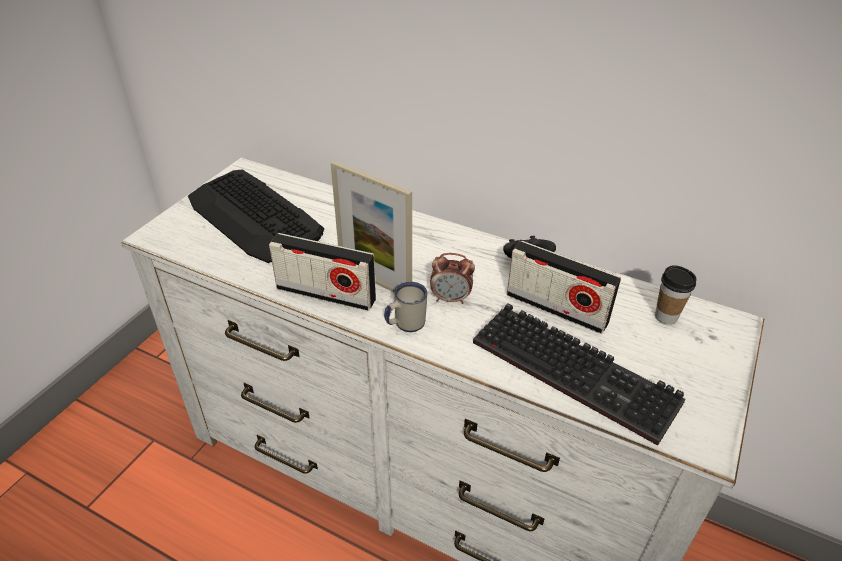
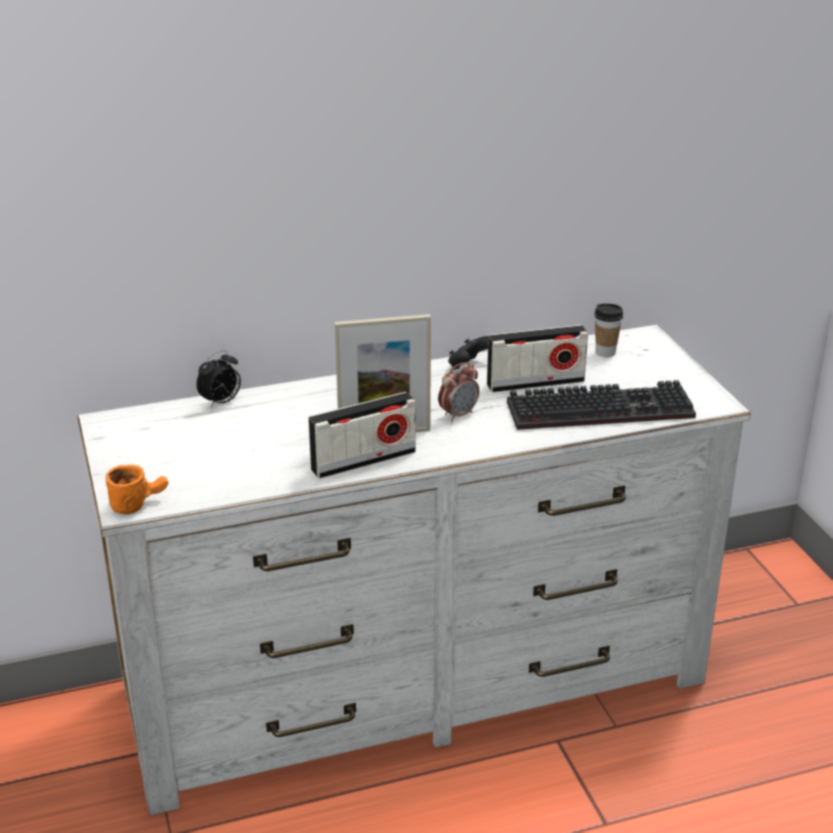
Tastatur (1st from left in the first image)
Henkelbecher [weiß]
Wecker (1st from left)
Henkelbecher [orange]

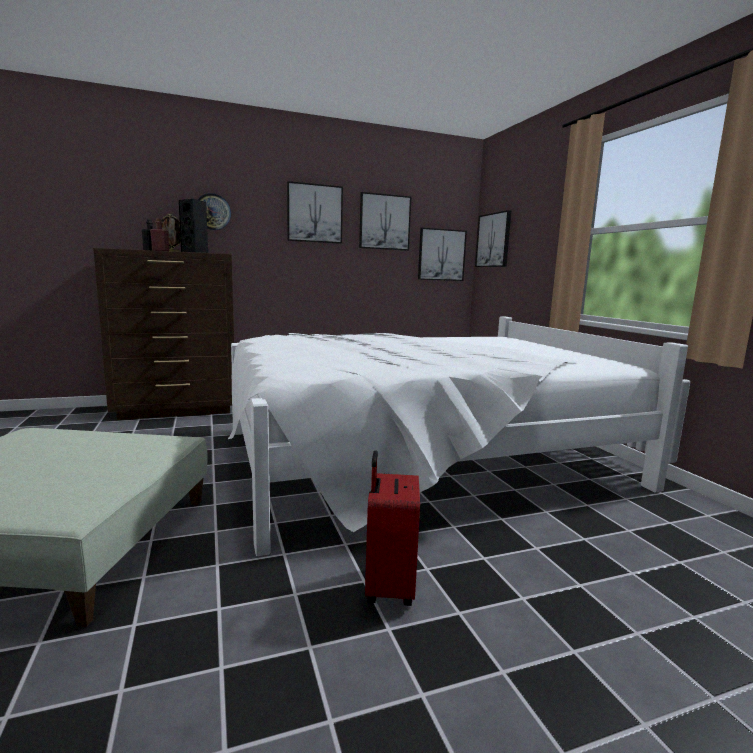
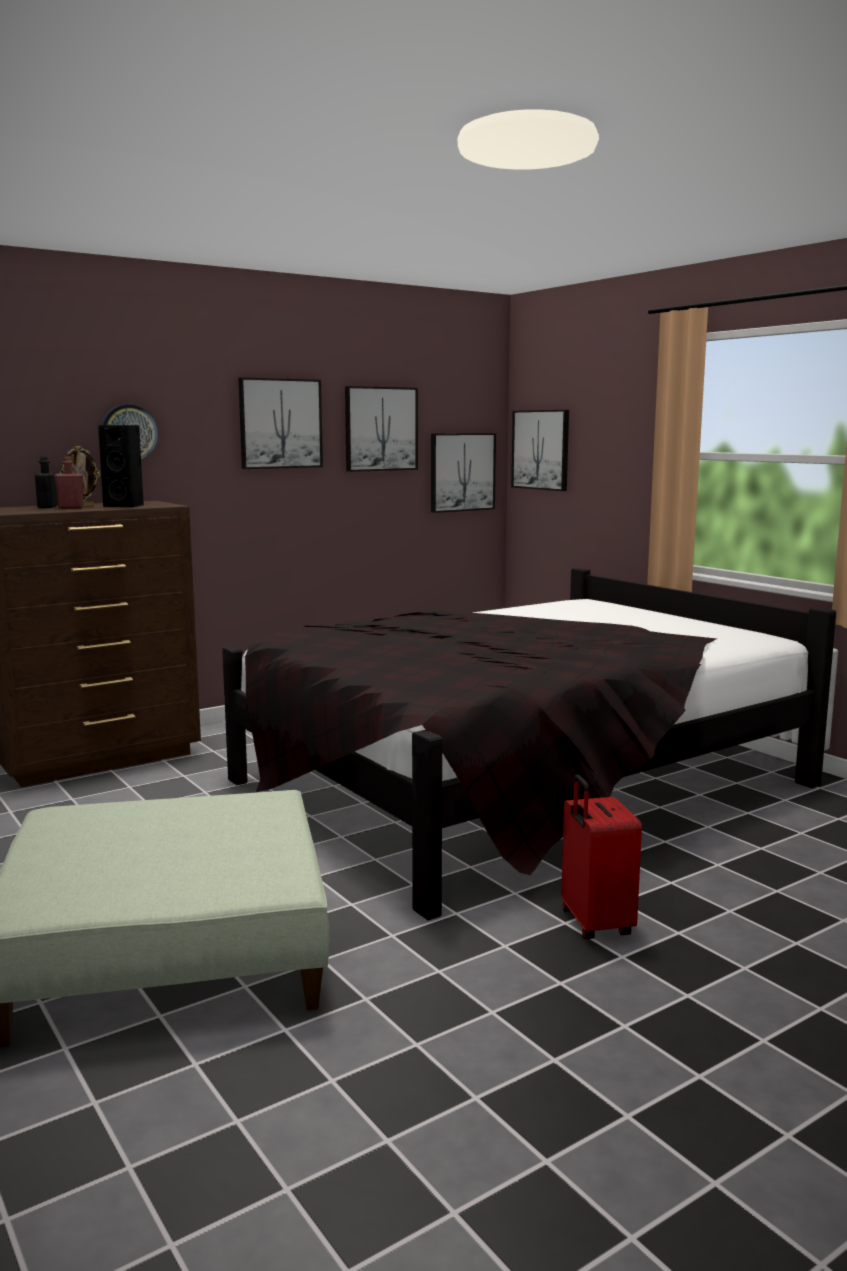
Bett [schwarz]

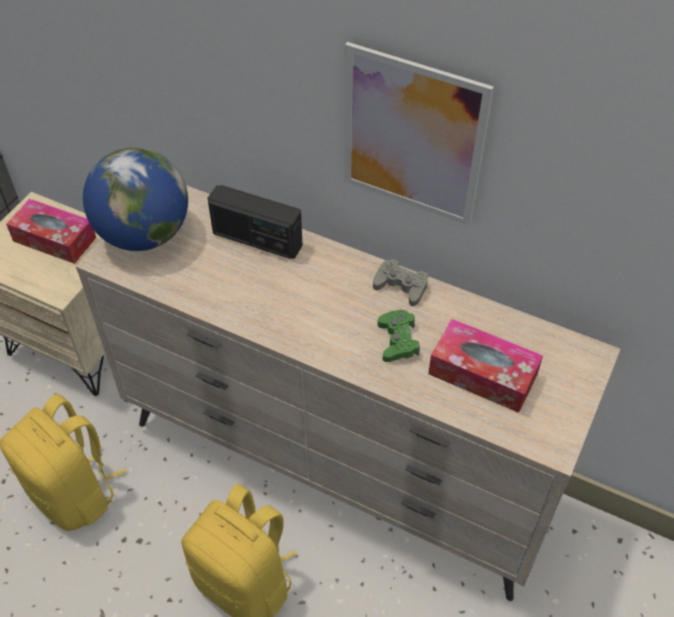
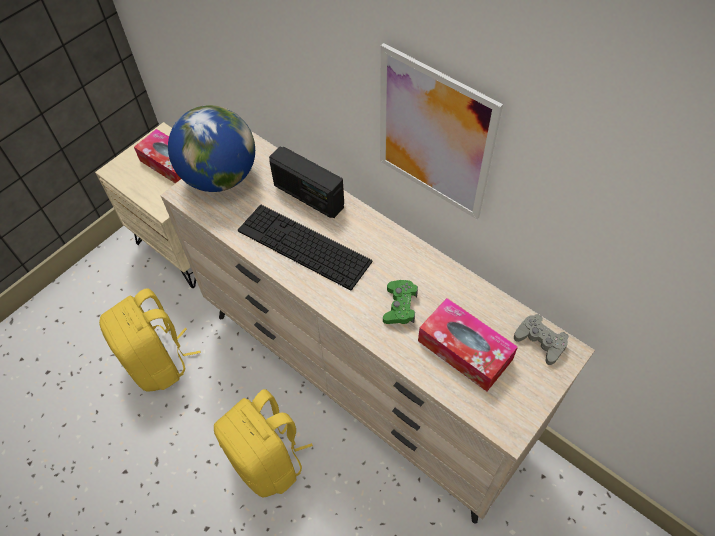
Gamepad [grau]
Tastatur

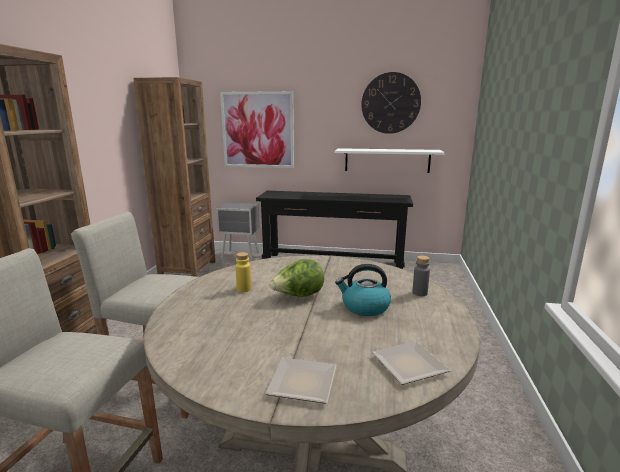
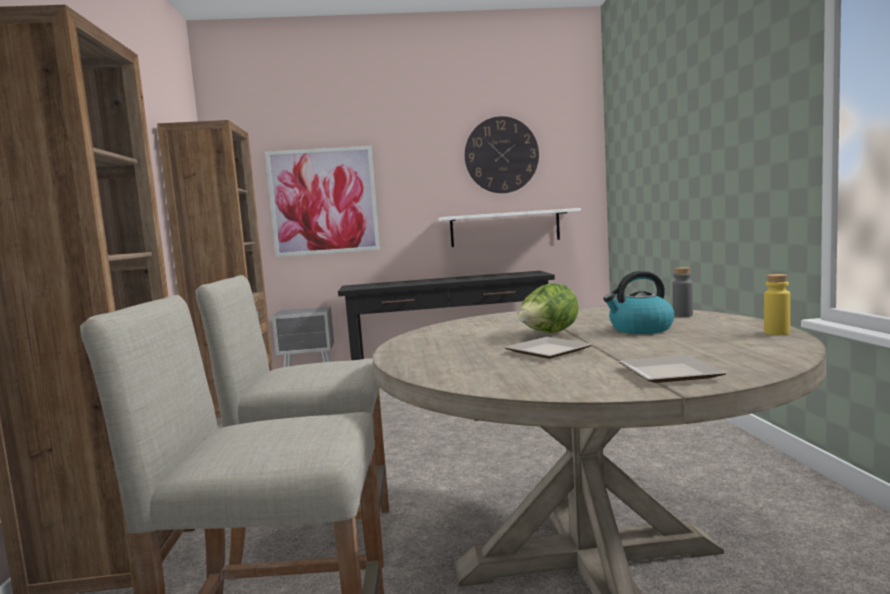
Flasche [gelb]
Teller (1st from left)

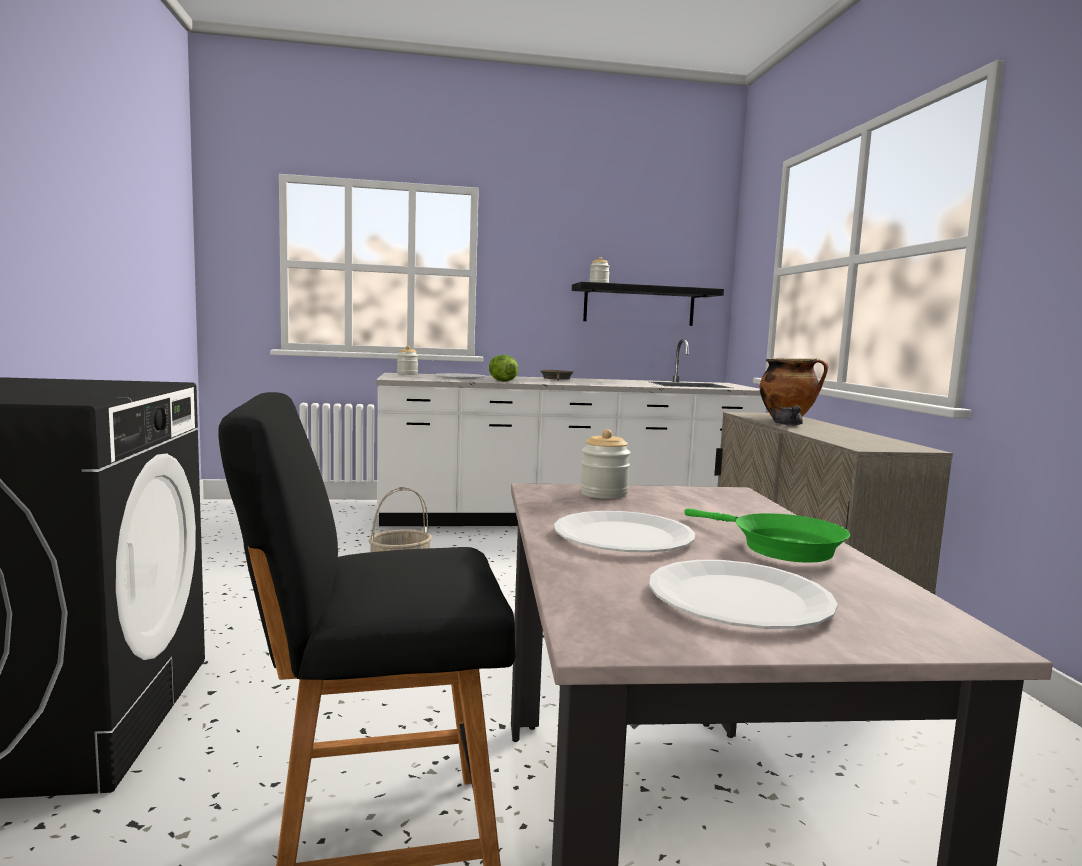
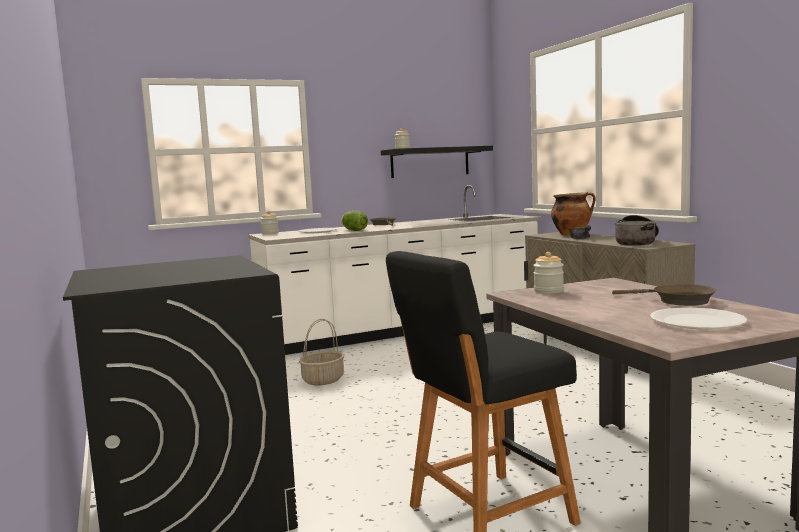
Pfanne [braun] (2nd from left)
Teller [weiß] (2nd from left in the first image)
Kochtopf (2nd from left)

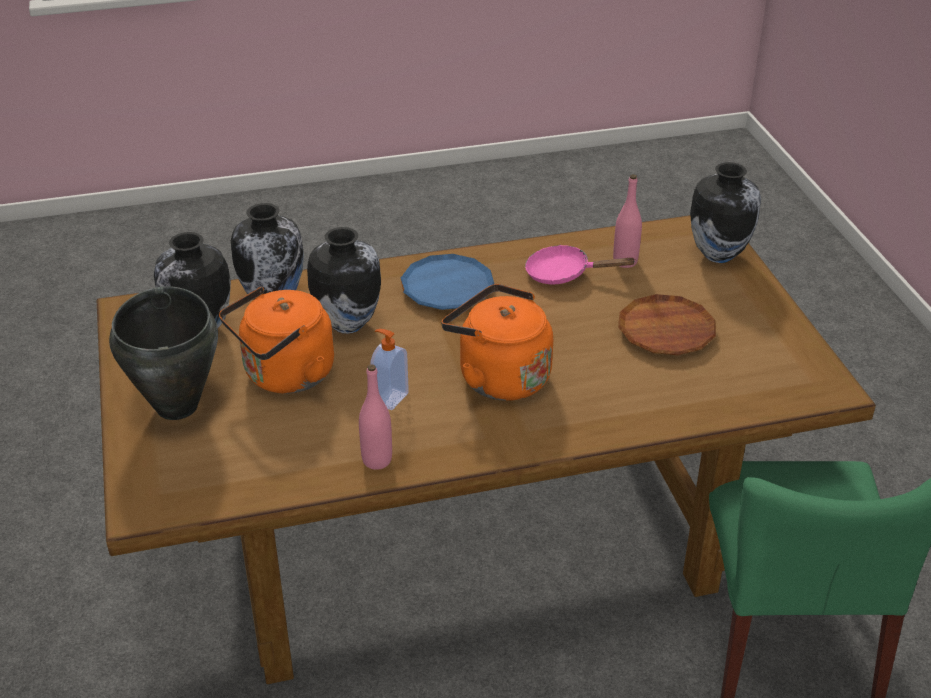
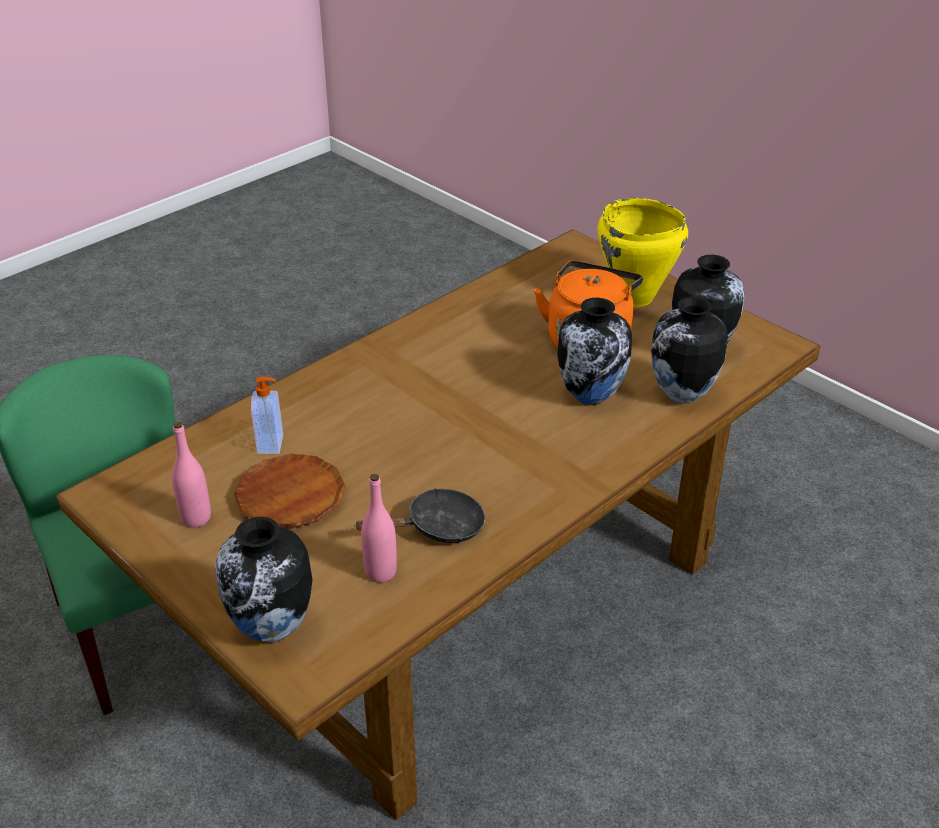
Pfanne [schwarz]
Teller [blau]
Wasserkessel [orange] (2nd from left in the first image)
Kochtopf [gelb]
Seifenspender
Flasche [rosa] (1st from left)

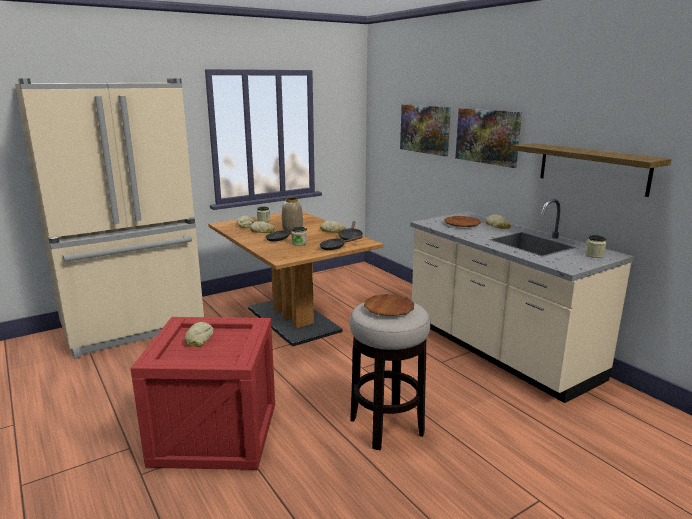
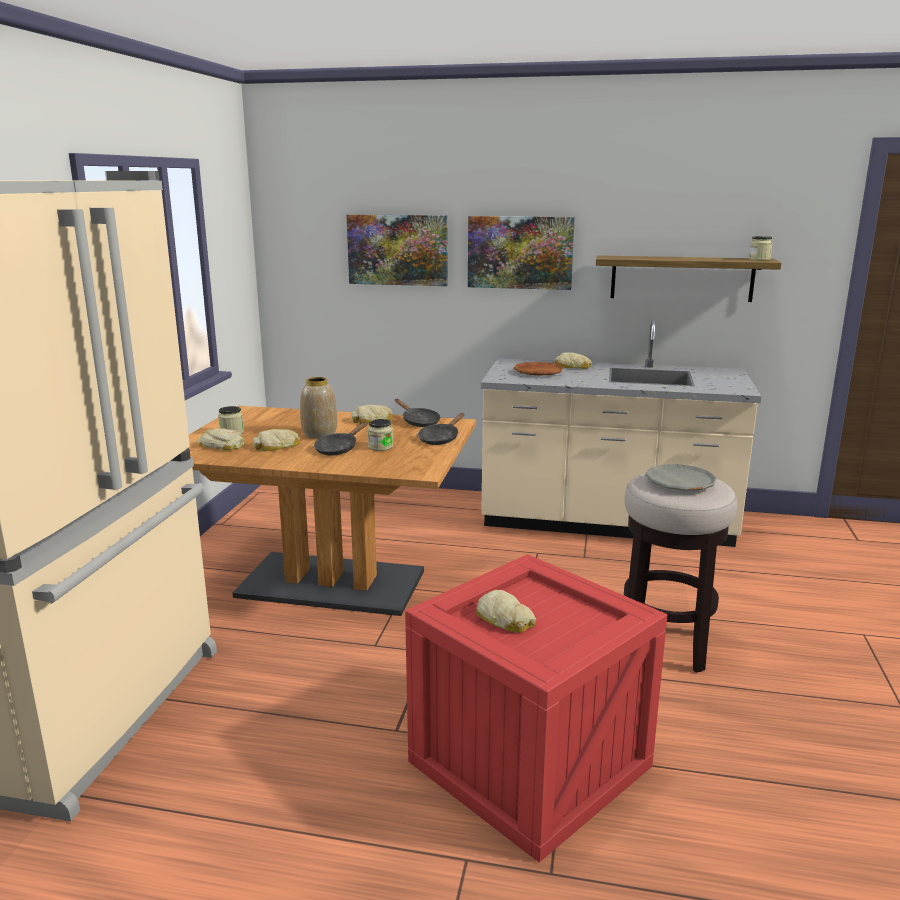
Vorratsglas (3rd from left)
Teller [grau]

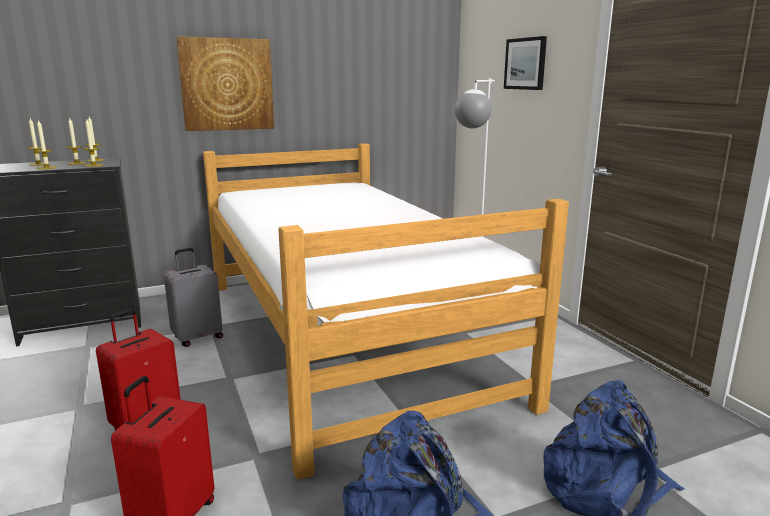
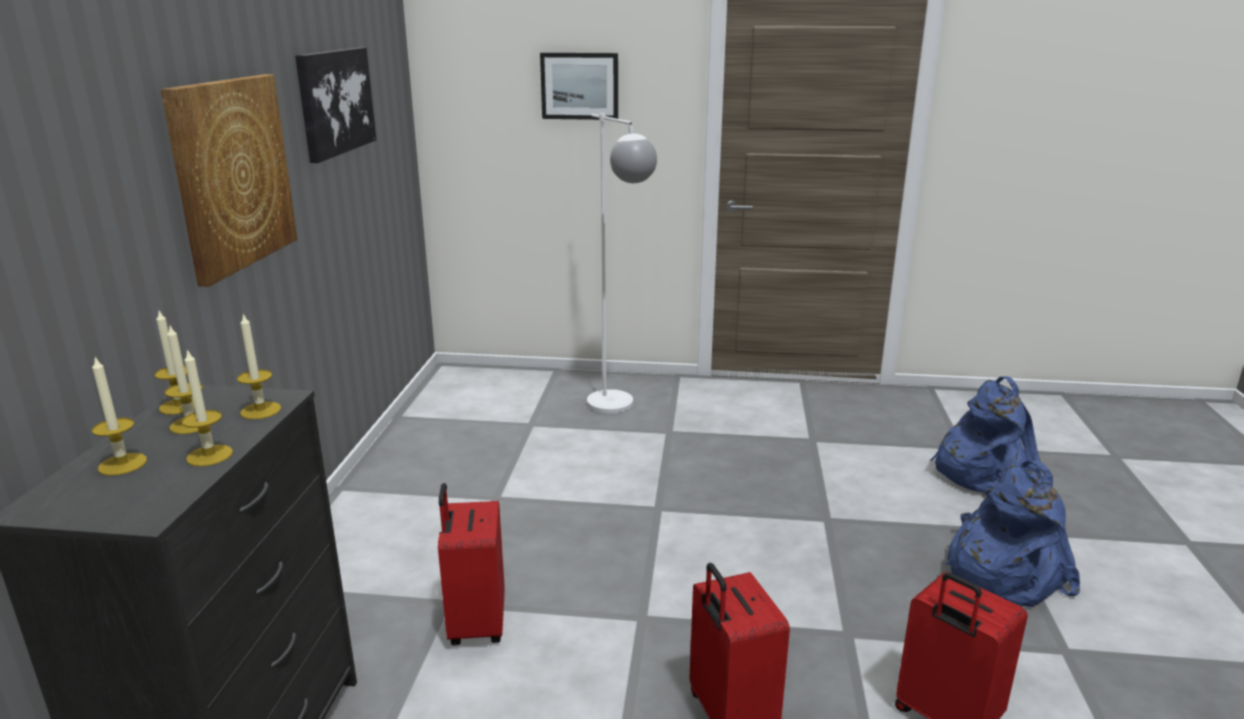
Bett
Koffer [rot] (1st from left)
Bild (2nd from left)

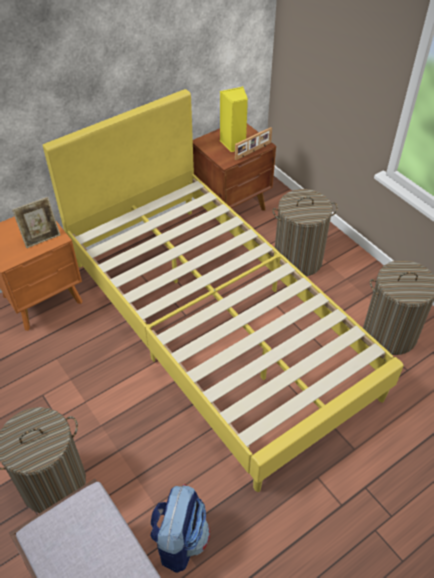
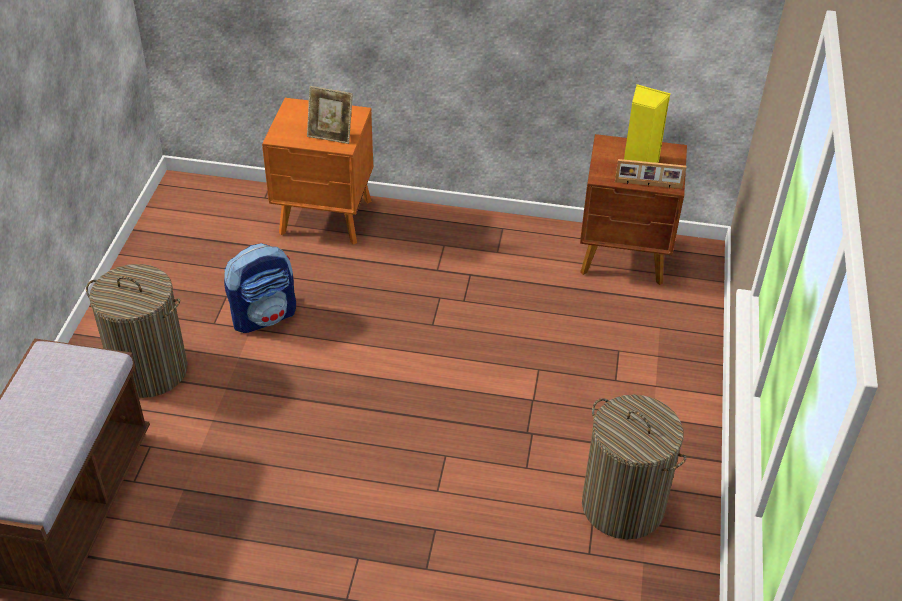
Bett [gelb]
Wäschekorb (2nd from left in the first image)
Rucksack

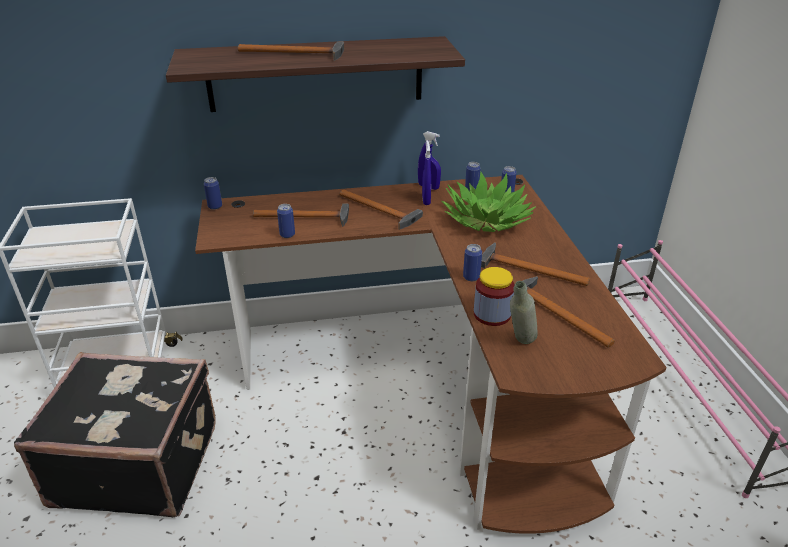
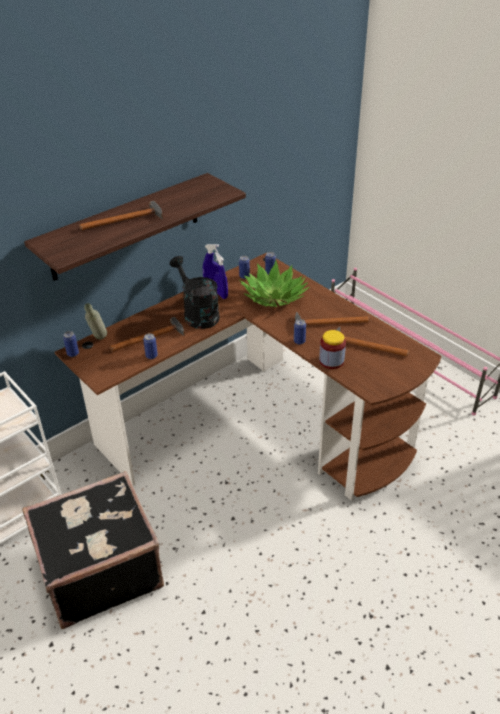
Gießkanne [schwarz]
Flasche [grau]

